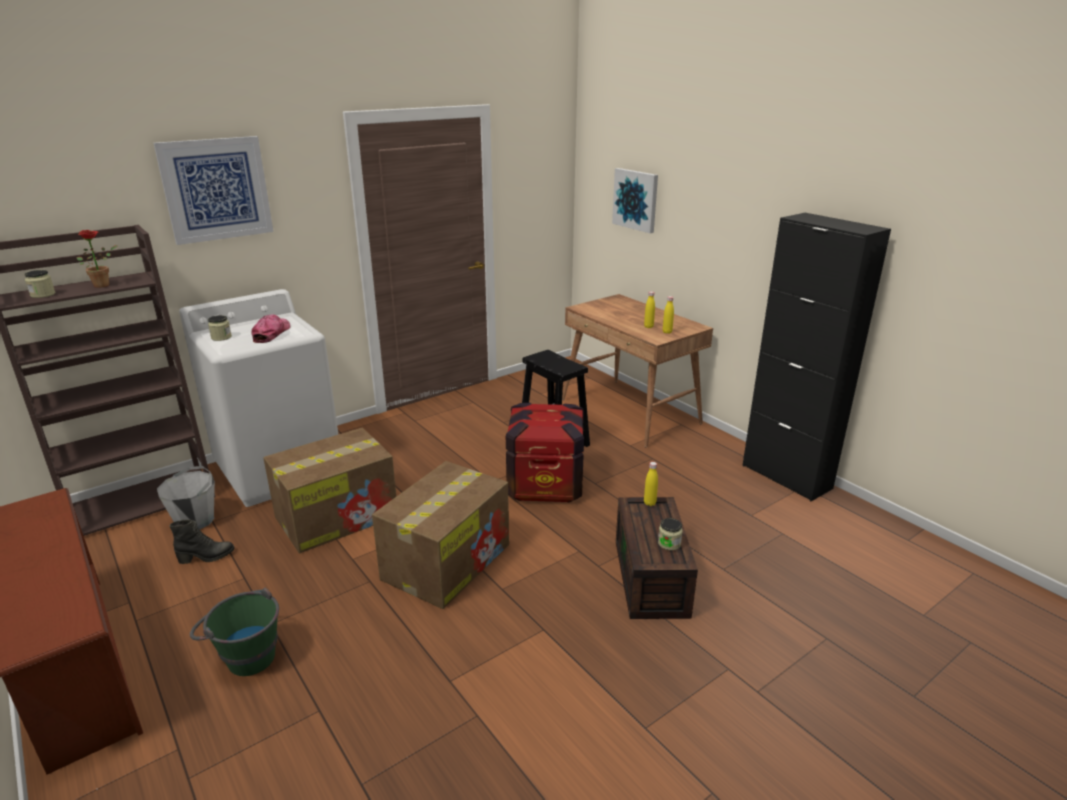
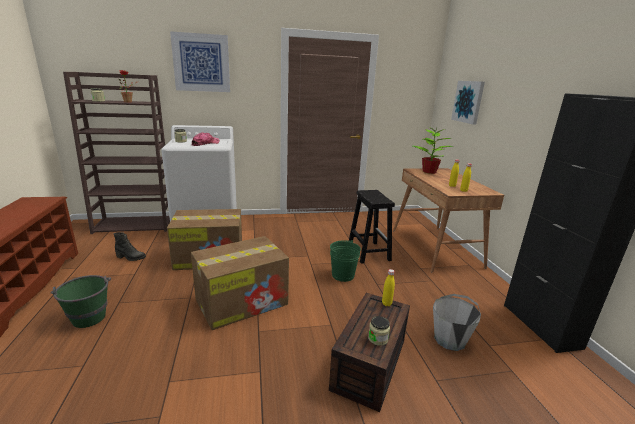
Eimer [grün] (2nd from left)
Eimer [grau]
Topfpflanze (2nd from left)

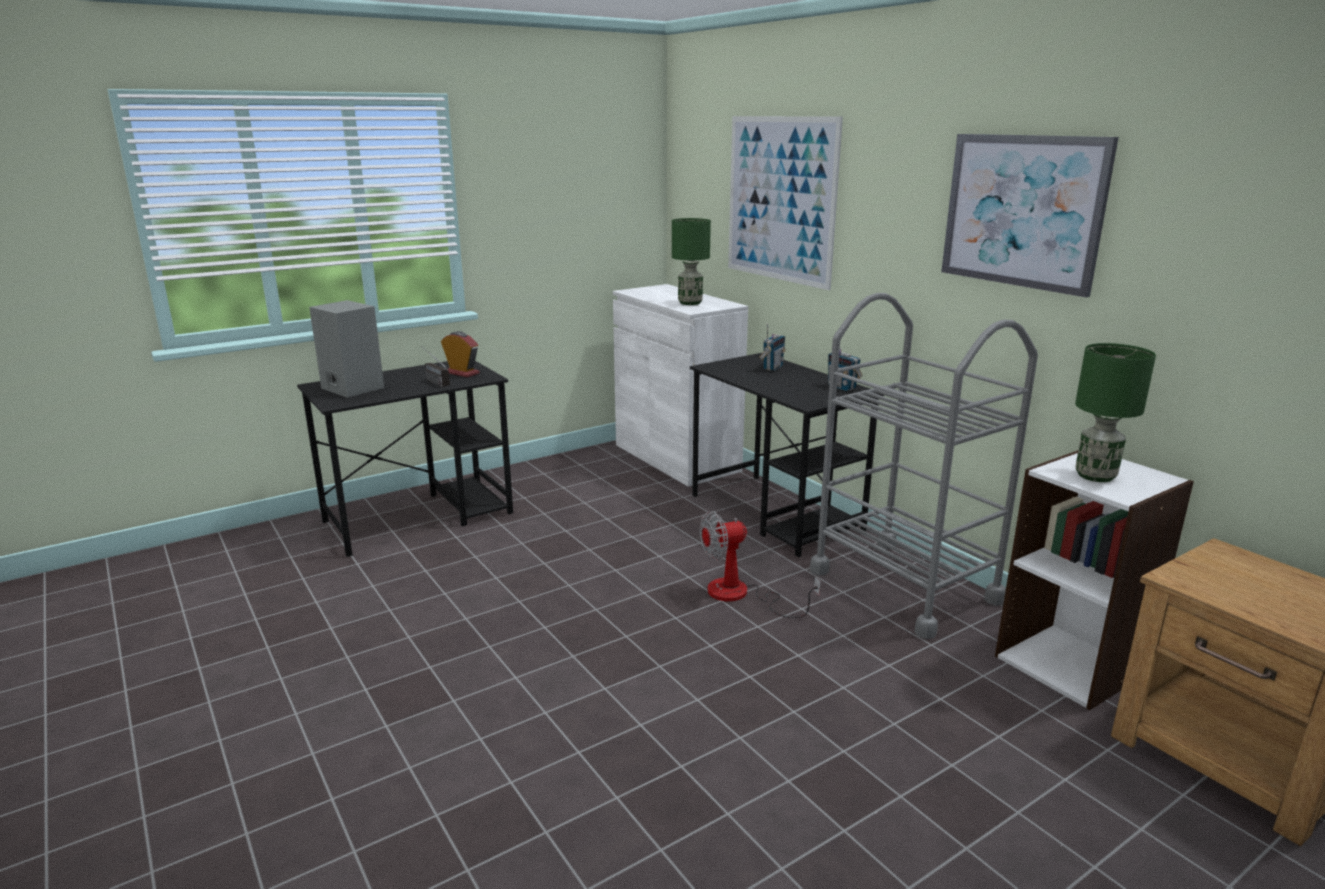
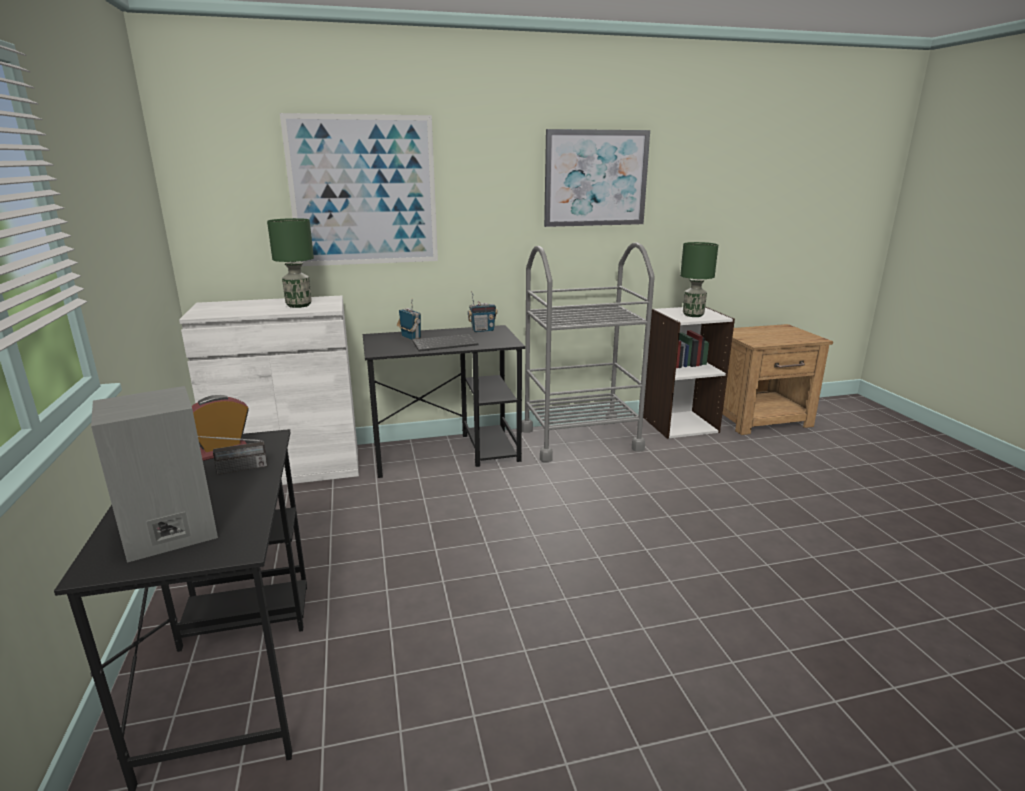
Ventilator
Tastatur

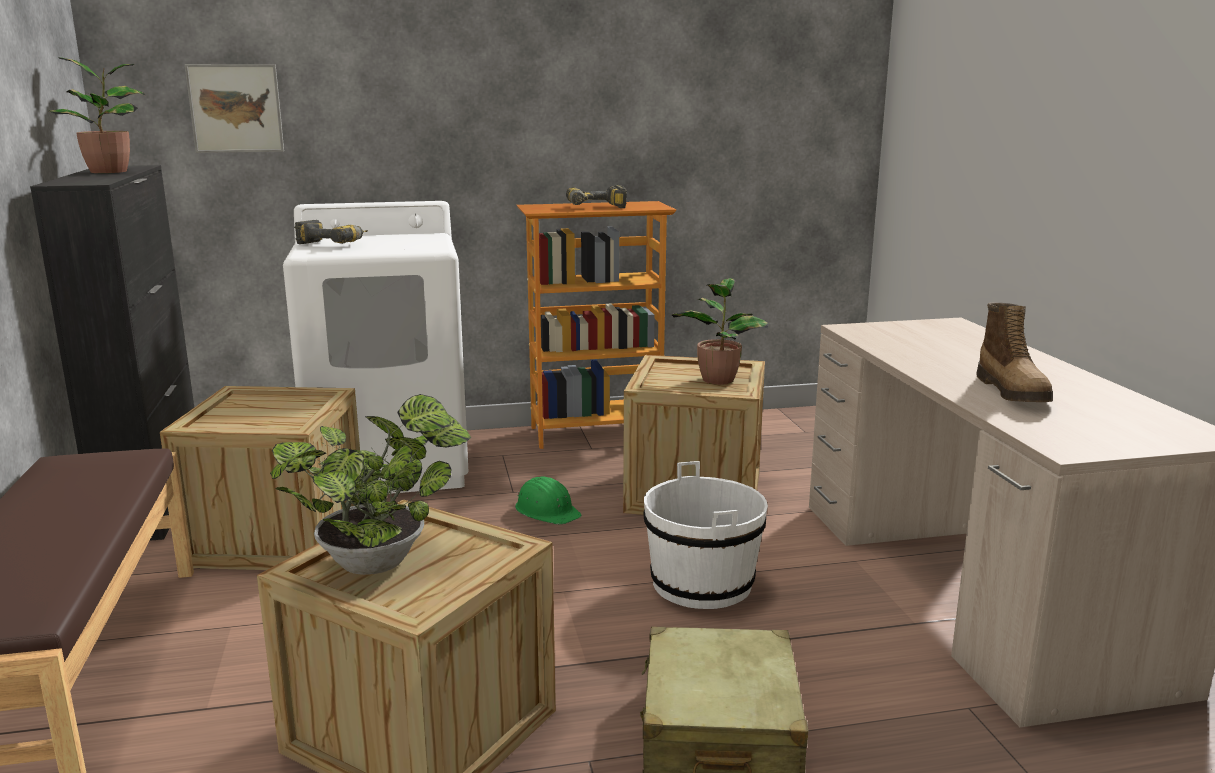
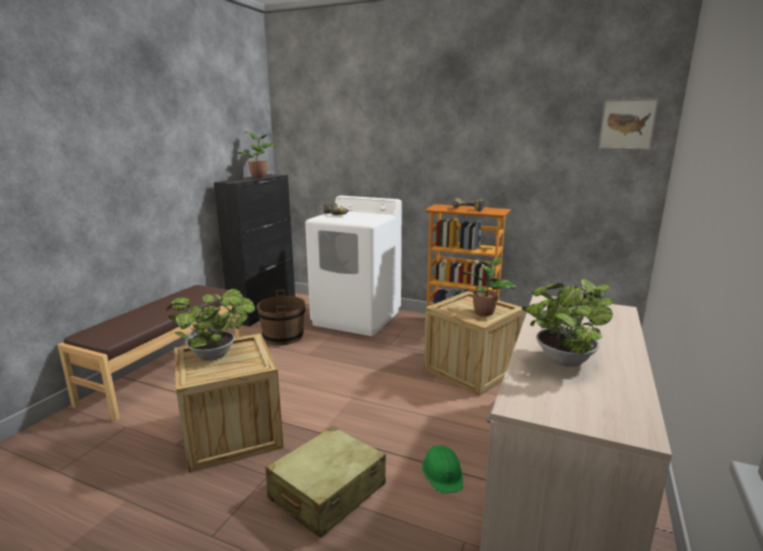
Bild
Topfpflanze (4th from left)
Eimer [braun]
Eimer [weiß]
Schutzhelm [grün]

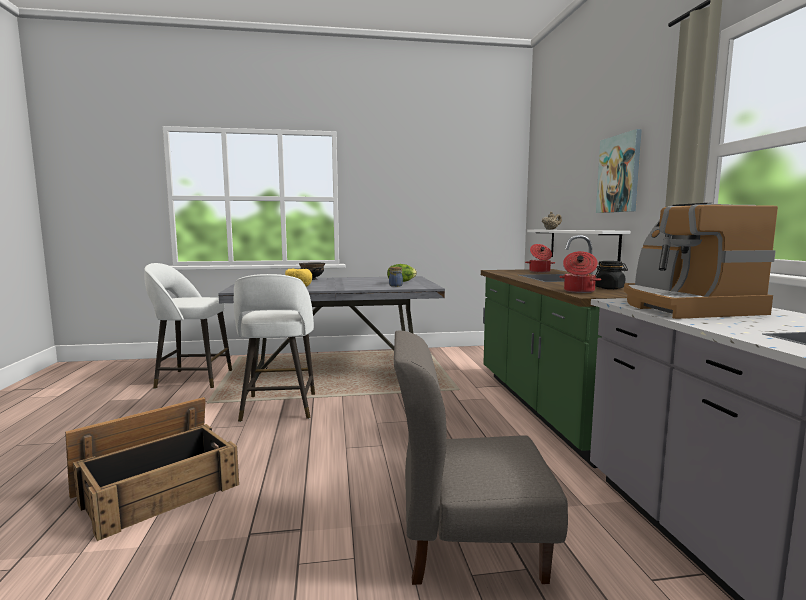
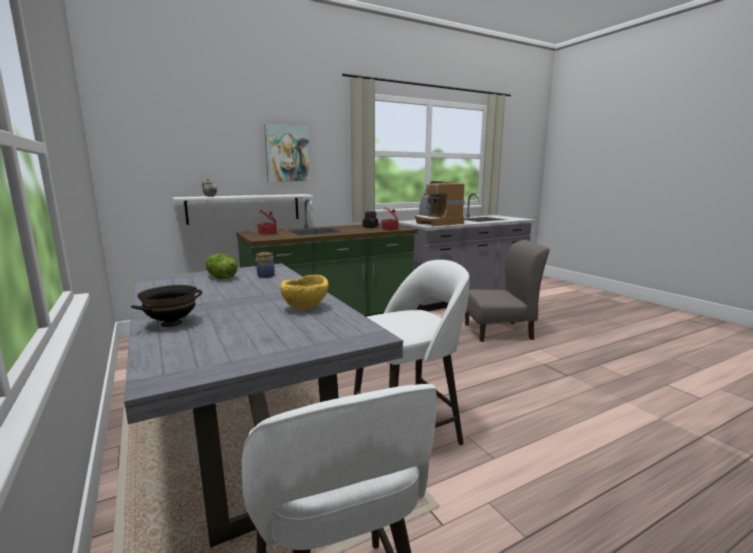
Kaffeemaschine
Stuhl [grau]
Kiste

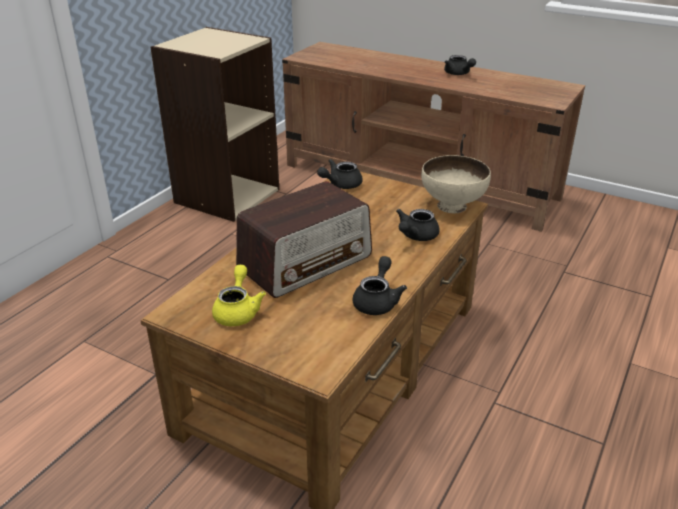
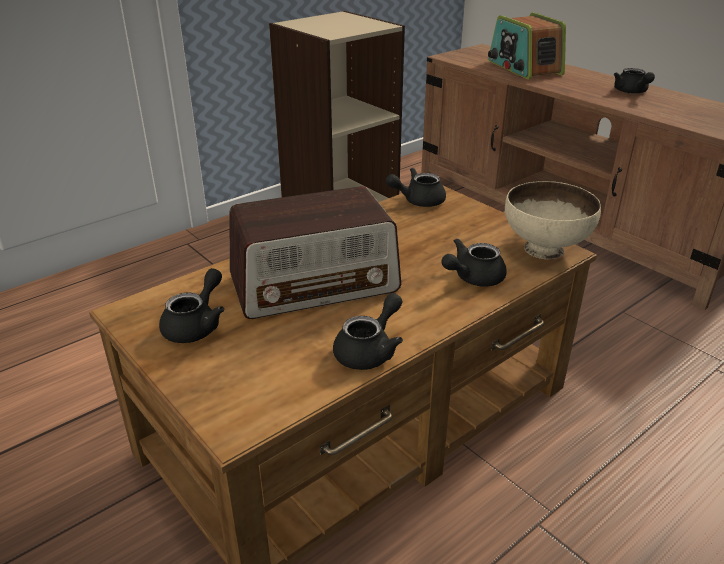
Teekanne [schwarz] (1st from left)
Radio (2nd from left)

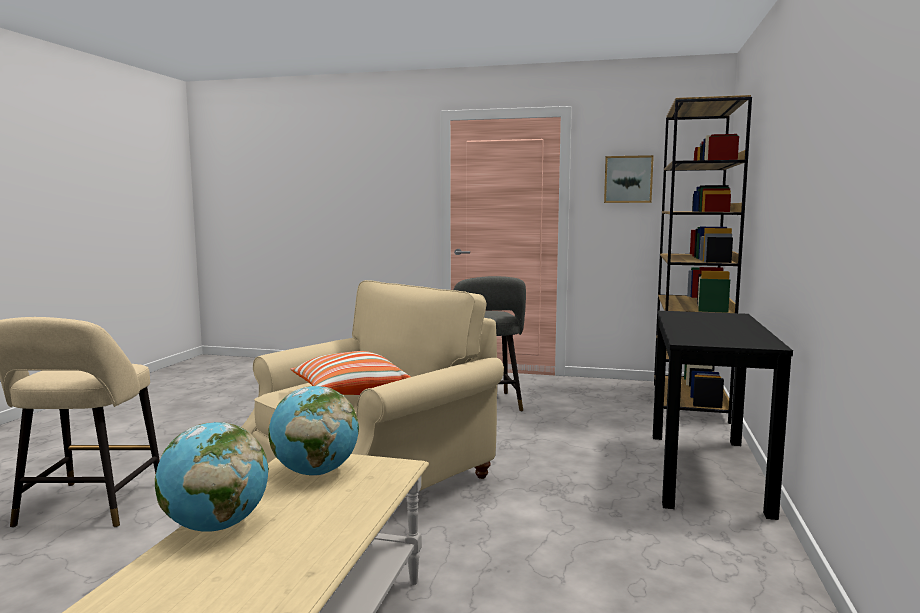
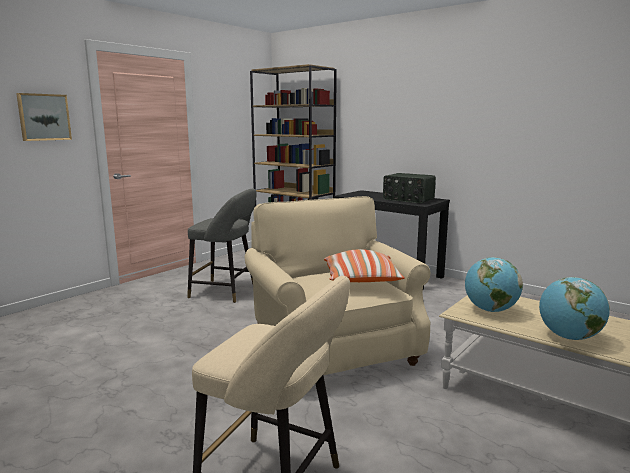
Bild
Radio

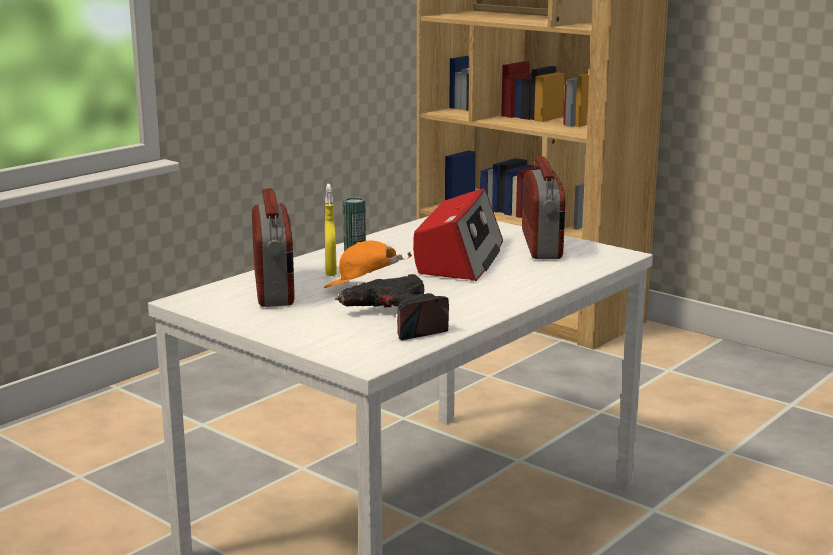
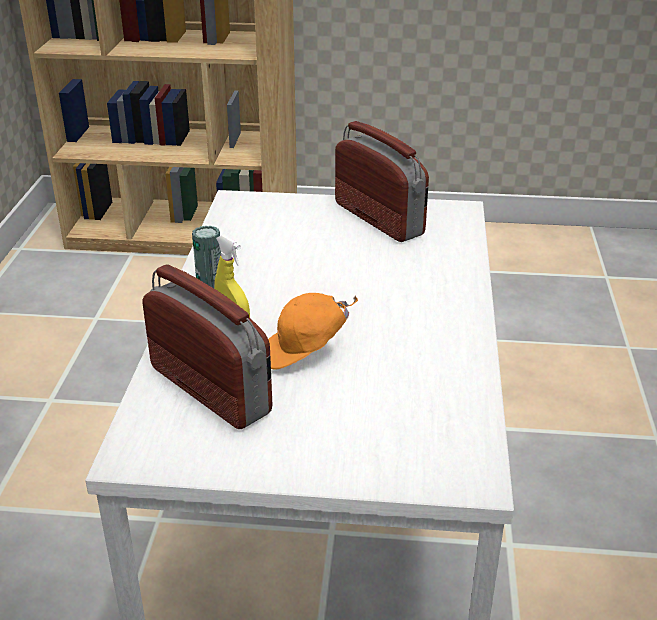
Radio (2nd from left in the first image)
Bohrmaschine

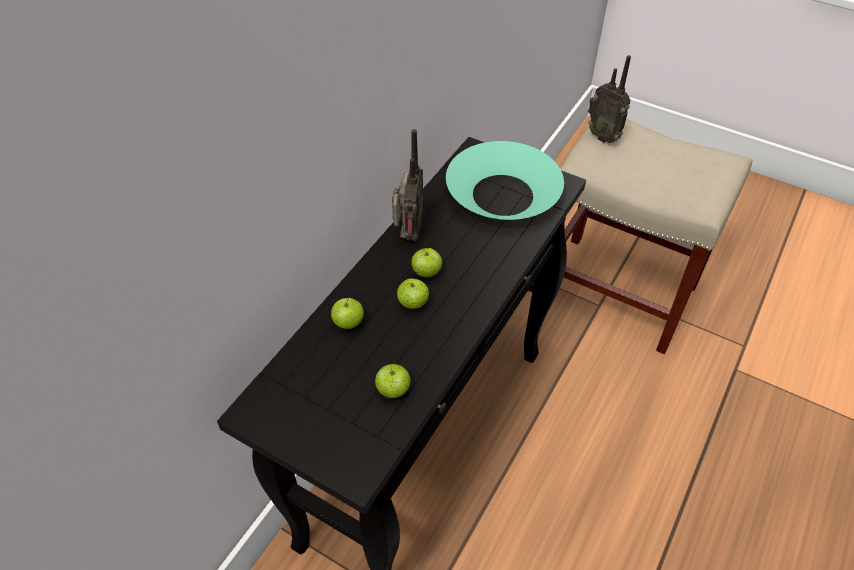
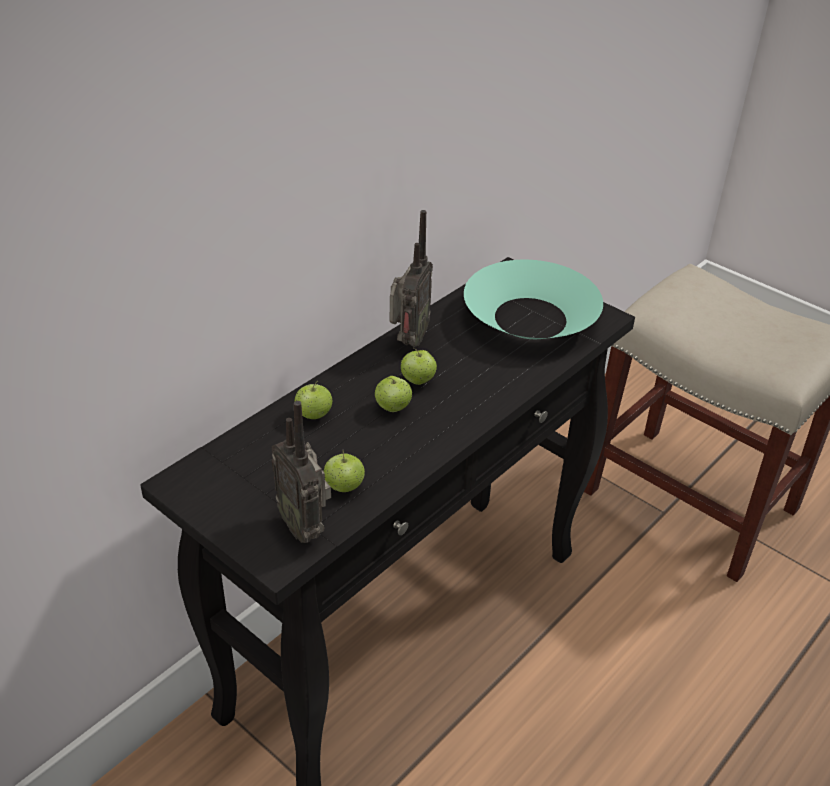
Radio (1st from left)

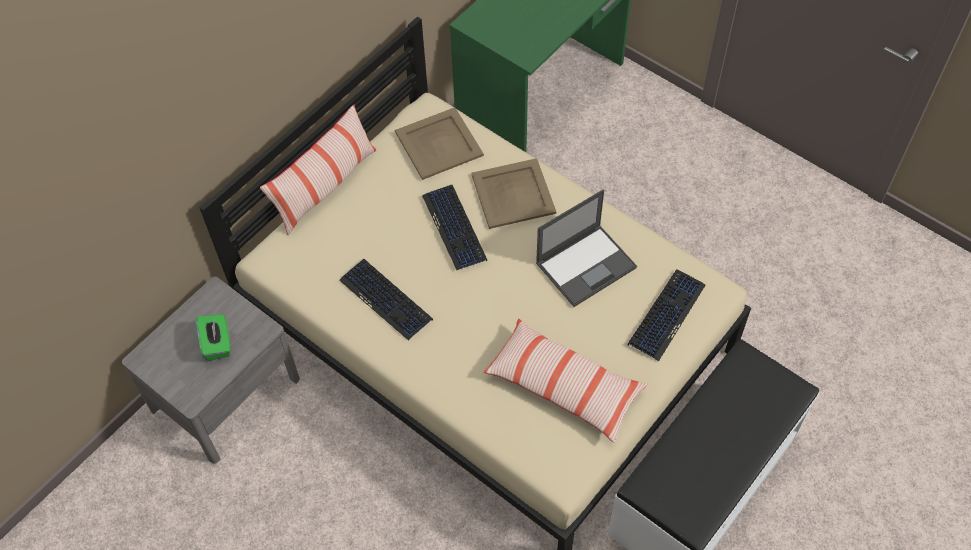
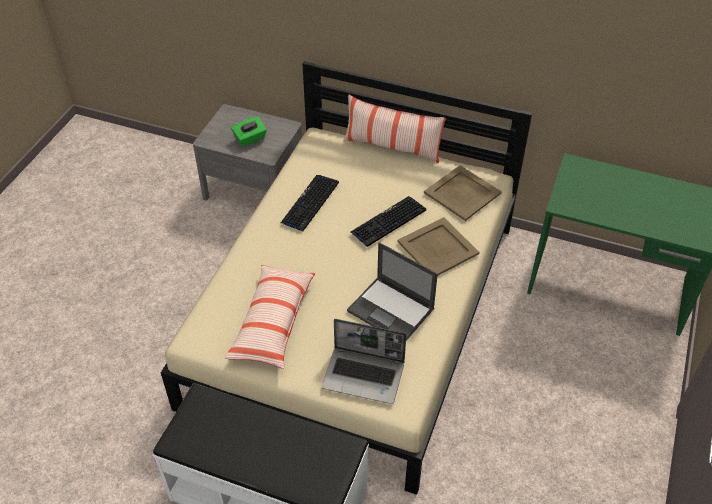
Laptop (1st from left)

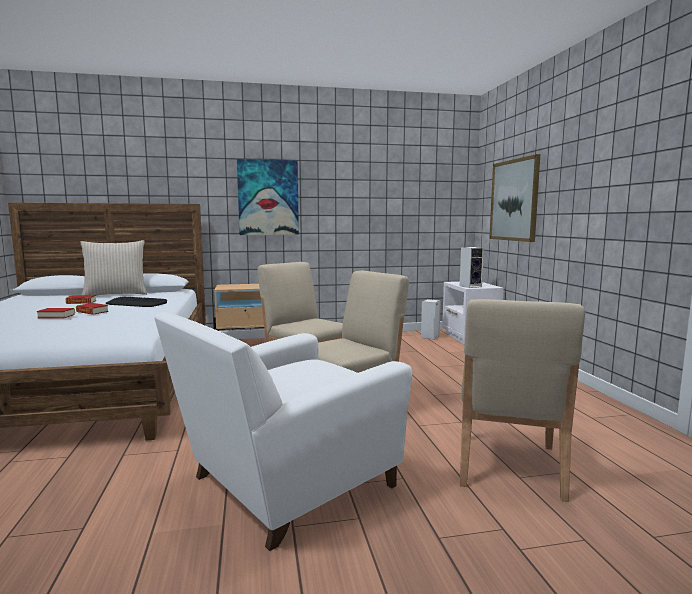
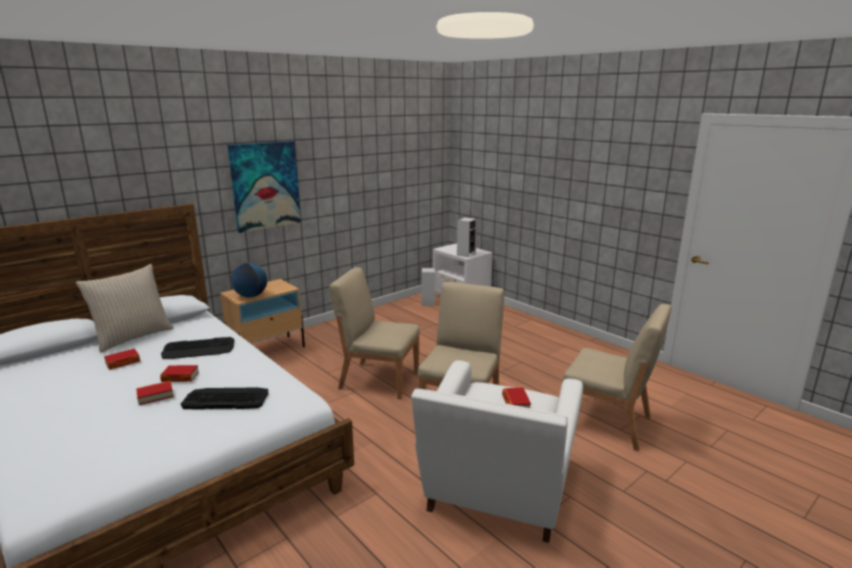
Bild (2nd from left in the first image)
Stuhl [beige] (3rd from left)
Globus
Tastatur (2nd from left)
Buch (4th from left)

